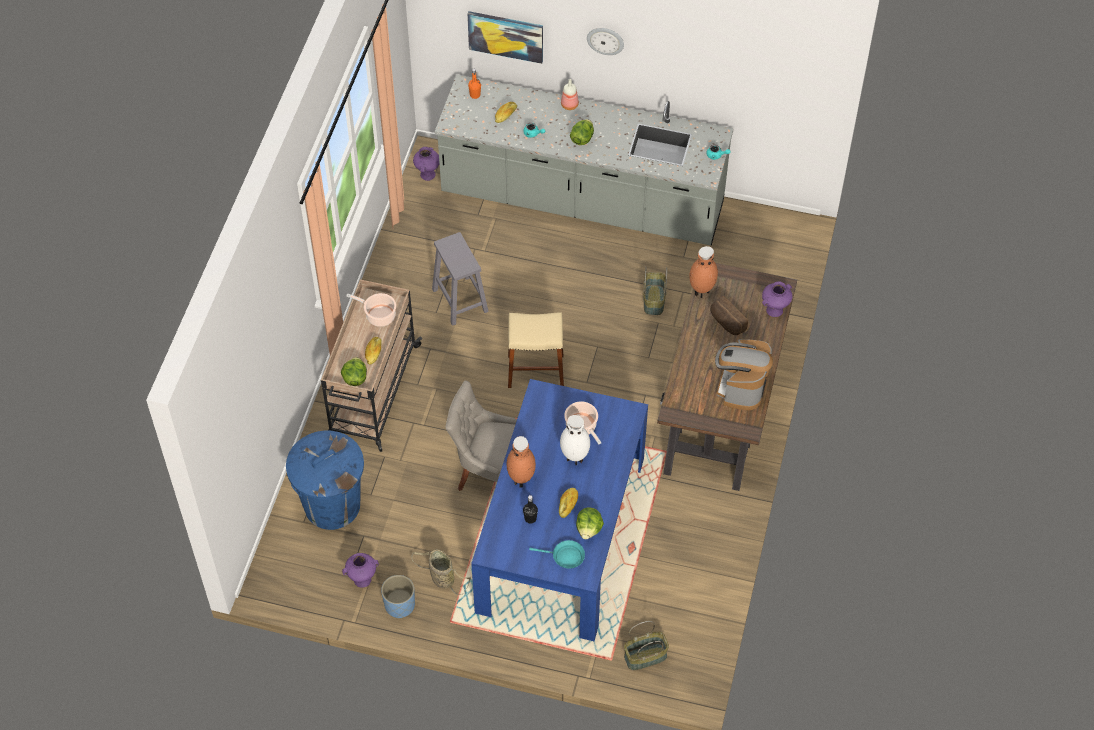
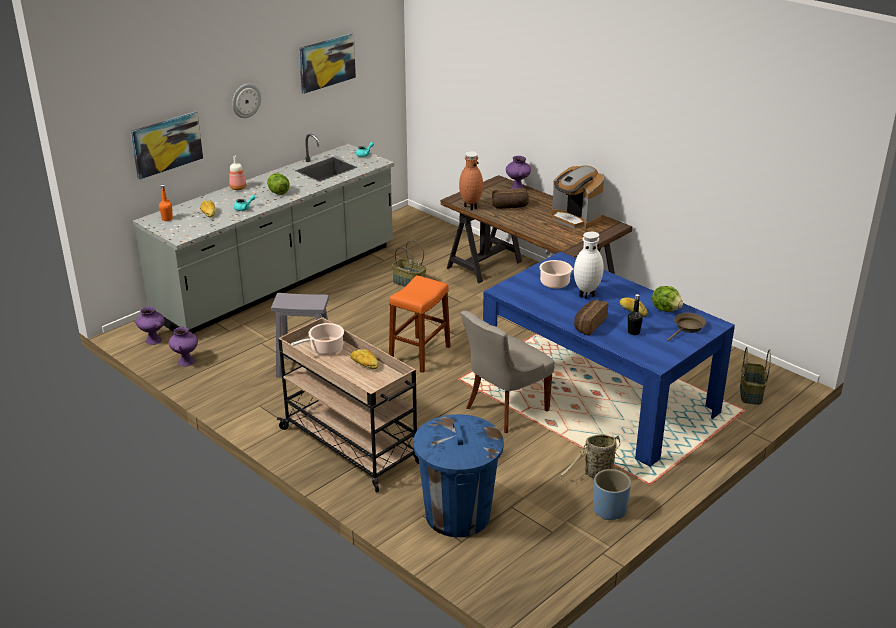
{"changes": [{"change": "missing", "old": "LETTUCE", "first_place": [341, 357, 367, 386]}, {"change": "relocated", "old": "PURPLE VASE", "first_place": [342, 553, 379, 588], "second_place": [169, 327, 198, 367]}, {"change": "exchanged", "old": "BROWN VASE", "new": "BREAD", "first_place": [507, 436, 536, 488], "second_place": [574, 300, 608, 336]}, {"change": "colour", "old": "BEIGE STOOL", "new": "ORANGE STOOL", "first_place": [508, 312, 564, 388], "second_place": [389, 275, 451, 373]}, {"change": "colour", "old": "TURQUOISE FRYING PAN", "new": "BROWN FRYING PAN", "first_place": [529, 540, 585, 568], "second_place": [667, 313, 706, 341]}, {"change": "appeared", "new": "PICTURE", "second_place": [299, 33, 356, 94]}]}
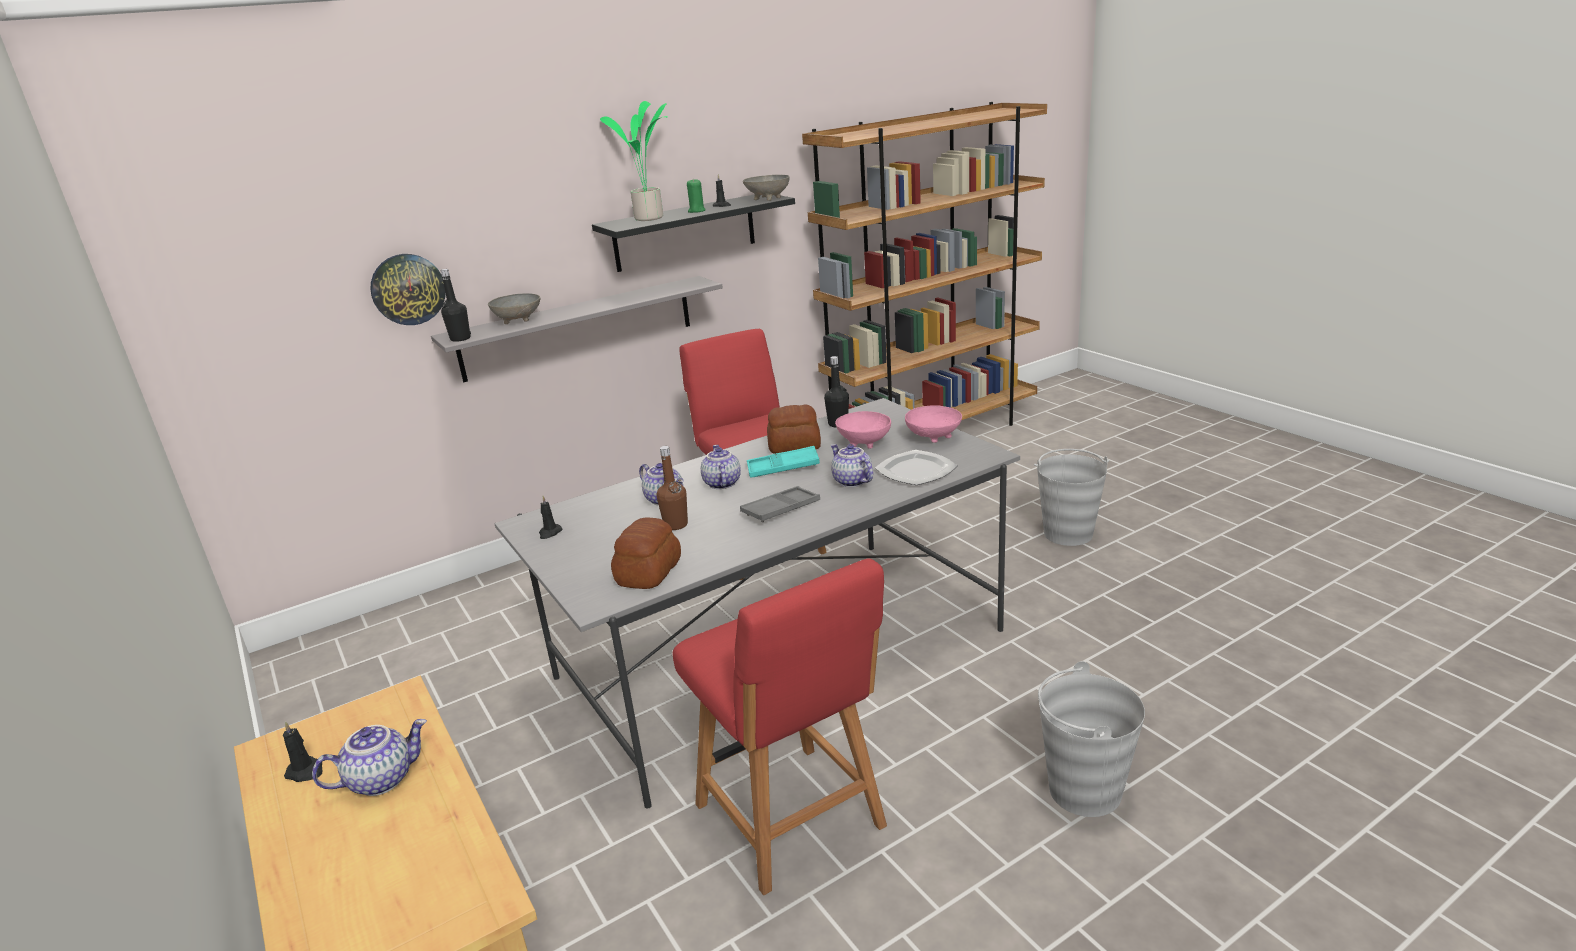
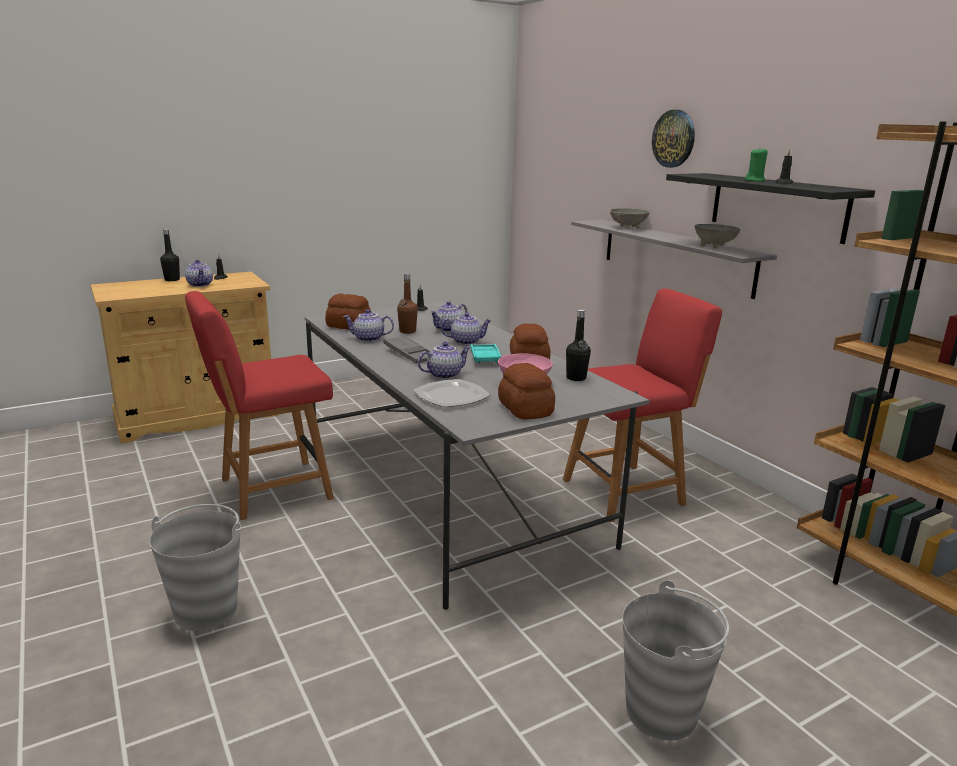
{"changes": [{"change": "relocated", "old": "WALL CLOCK", "first_place": [370, 254, 446, 325], "second_place": [652, 110, 695, 168]}, {"change": "relocated", "old": "BLACK BOTTLE", "first_place": [440, 269, 471, 342], "second_place": [160, 229, 180, 281]}, {"change": "missing", "old": "POTTED PLANT", "first_place": [600, 101, 668, 221]}, {"change": "relocated", "old": "GREY BOWL", "first_place": [743, 175, 790, 201], "second_place": [695, 224, 740, 248]}, {"change": "exchanged", "old": "PINK BOWL", "new": "BREAD", "first_place": [905, 405, 962, 443], "second_place": [498, 363, 555, 419]}, {"change": "appeared", "new": "TEAPOT", "second_place": [343, 309, 394, 342]}]}
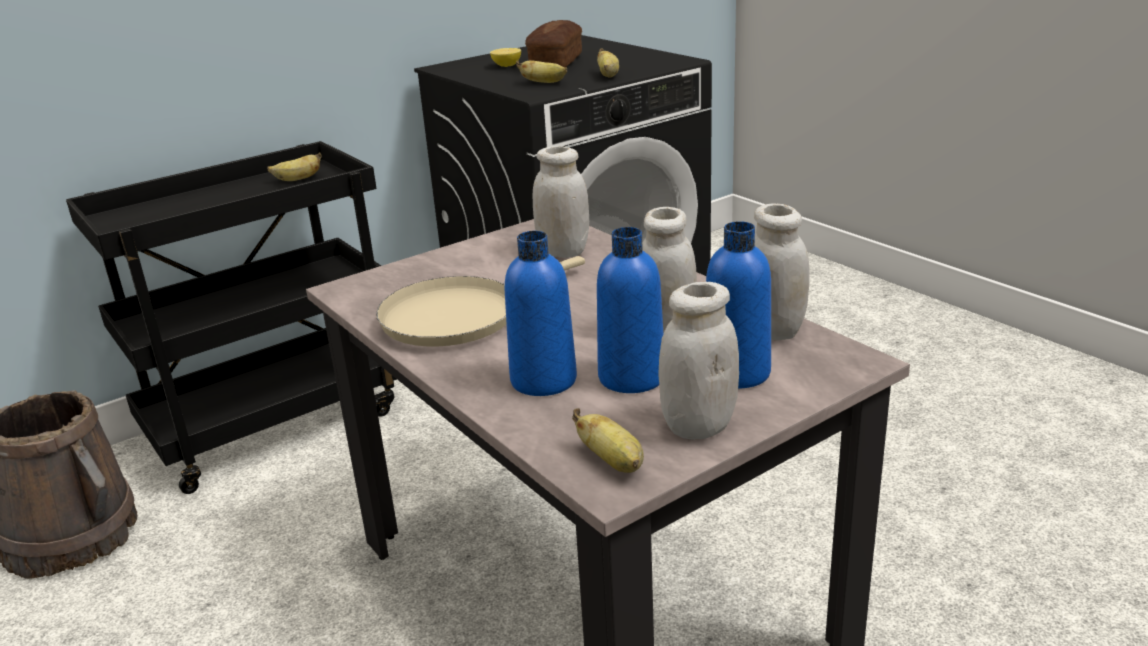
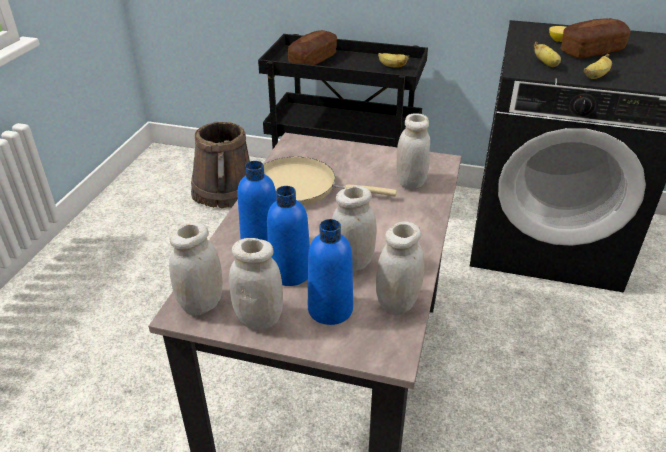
{"changes": [{"change": "exchanged", "old": "BANANA", "new": "WHITE JAR", "first_place": [572, 408, 644, 473], "second_place": [169, 222, 223, 316]}, {"change": "appeared", "new": "BREAD", "second_place": [288, 30, 337, 65]}]}
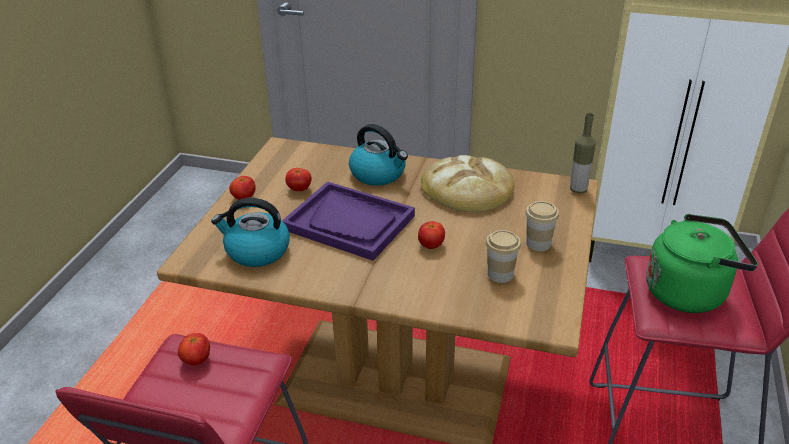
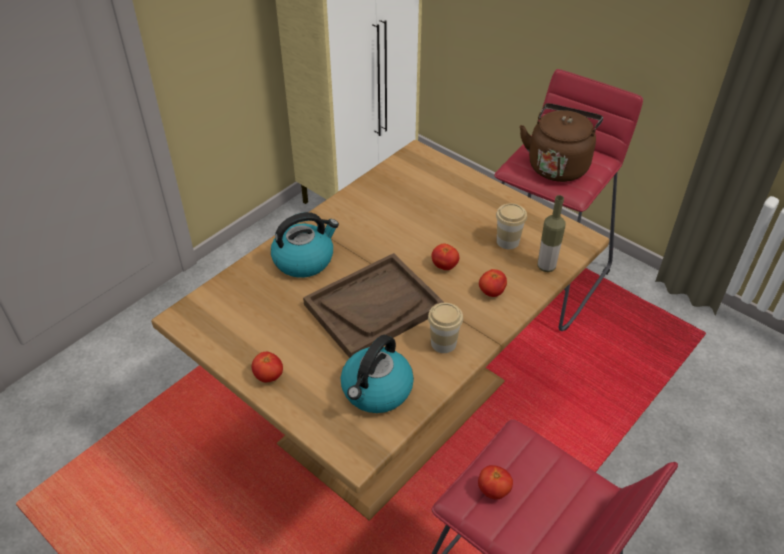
{"changes": [{"change": "colour", "old": "PURPLE TRAY", "new": "BROWN TRAY", "first_place": [282, 181, 415, 261], "second_place": [303, 253, 445, 358]}, {"change": "relocated", "old": "TOMATO", "first_place": [285, 168, 312, 191], "second_place": [479, 269, 507, 297]}, {"change": "missing", "old": "BREAD", "first_place": [421, 155, 514, 212]}, {"change": "relocated", "old": "CUP", "first_place": [525, 201, 559, 251], "second_place": [428, 303, 463, 353]}, {"change": "relocated", "old": "BOTTLE", "first_place": [570, 113, 596, 194], "second_place": [537, 195, 566, 272]}, {"change": "colour", "old": "GREEN KETTLE", "new": "BROWN KETTLE", "first_place": [646, 214, 758, 313], "second_place": [520, 103, 603, 182]}]}
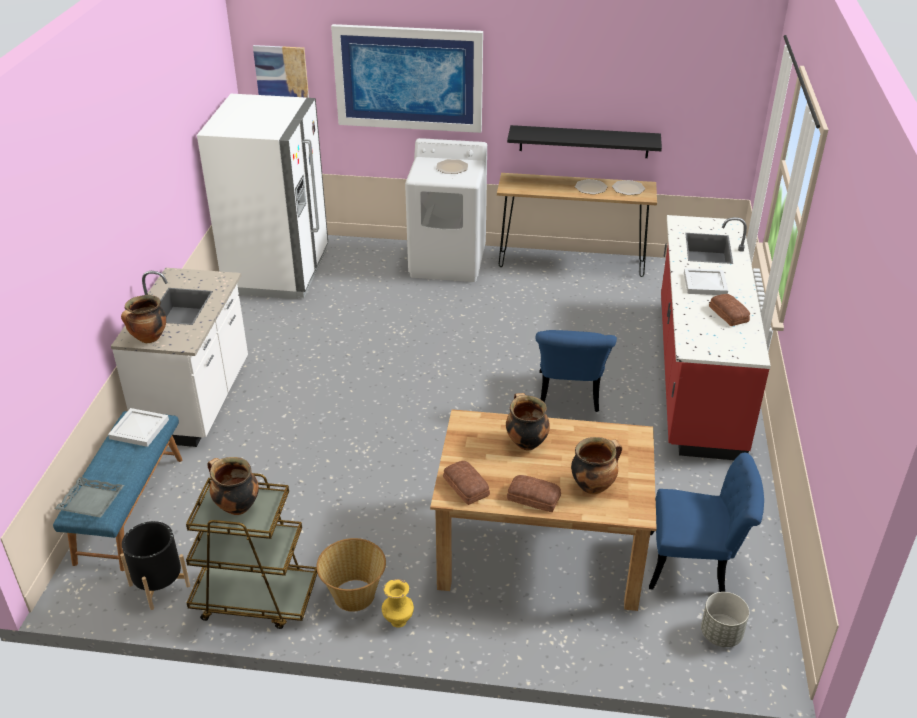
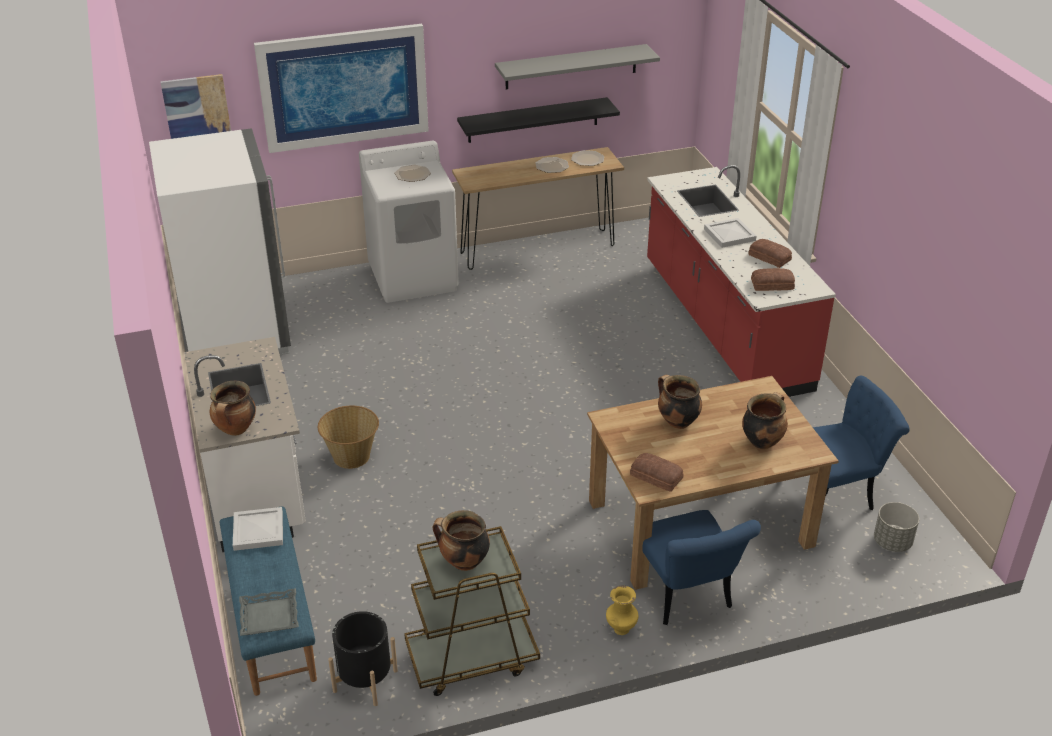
{"changes": [{"change": "relocated", "old": "BASKET", "first_place": [316, 538, 386, 612], "second_place": [318, 406, 379, 469]}, {"change": "relocated", "old": "BREAD", "first_place": [507, 475, 561, 512], "second_place": [751, 268, 795, 291]}, {"change": "relocated", "old": "BLUE CHAIR", "first_place": [536, 330, 617, 412], "second_place": [643, 510, 761, 625]}, {"change": "appeared", "new": "GREY SHELF", "second_place": [495, 44, 660, 89]}]}
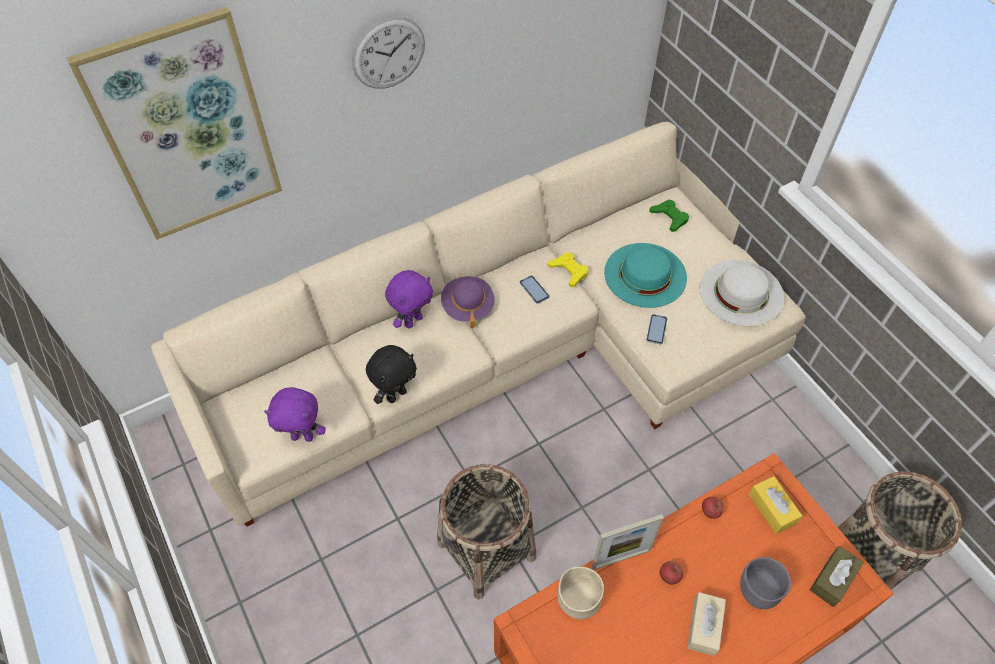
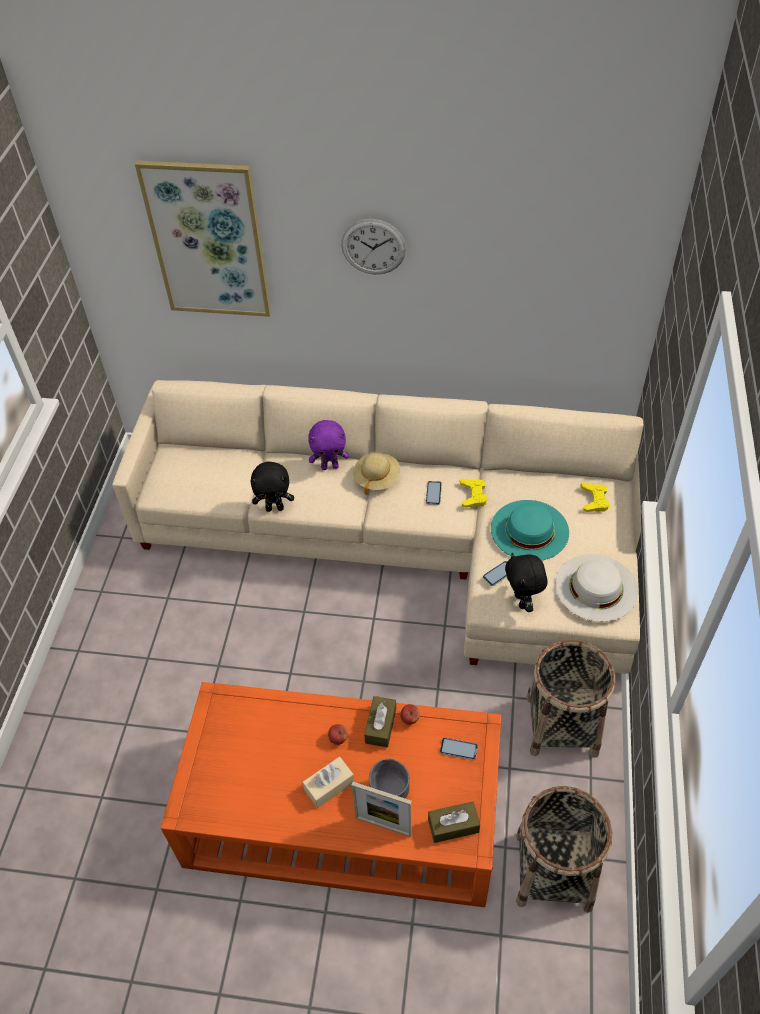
{"changes": [{"change": "missing", "old": "PURPLE PLUSH TOY", "first_place": [264, 387, 326, 442]}, {"change": "relocated", "old": "BASKET", "first_place": [437, 464, 536, 600], "second_place": [526, 639, 615, 758]}, {"change": "colour", "old": "PURPLE HAT", "new": "BEIGE HAT", "first_place": [441, 276, 495, 328], "second_place": [353, 452, 400, 495]}, {"change": "missing", "old": "BEIGE BOWL", "first_place": [557, 567, 604, 620]}, {"change": "relocated", "old": "PICTURE FRAME", "first_place": [592, 514, 664, 570], "second_place": [352, 782, 412, 837]}, {"change": "colour", "old": "GREEN GAME CONTROLLER", "new": "YELLOW GAME CONTROLLER", "first_place": [649, 199, 689, 232], "second_place": [581, 483, 610, 512]}, {"change": "exchanged", "old": "YELLOW TISSUE BOX", "new": "PHONE", "first_place": [749, 476, 802, 534], "second_place": [440, 738, 478, 760]}, {"change": "appeared", "new": "BROWN TISSUE BOX", "second_place": [364, 696, 396, 747]}, {"change": "appeared", "new": "BLACK PLUSH TOY", "second_place": [505, 553, 548, 612]}]}
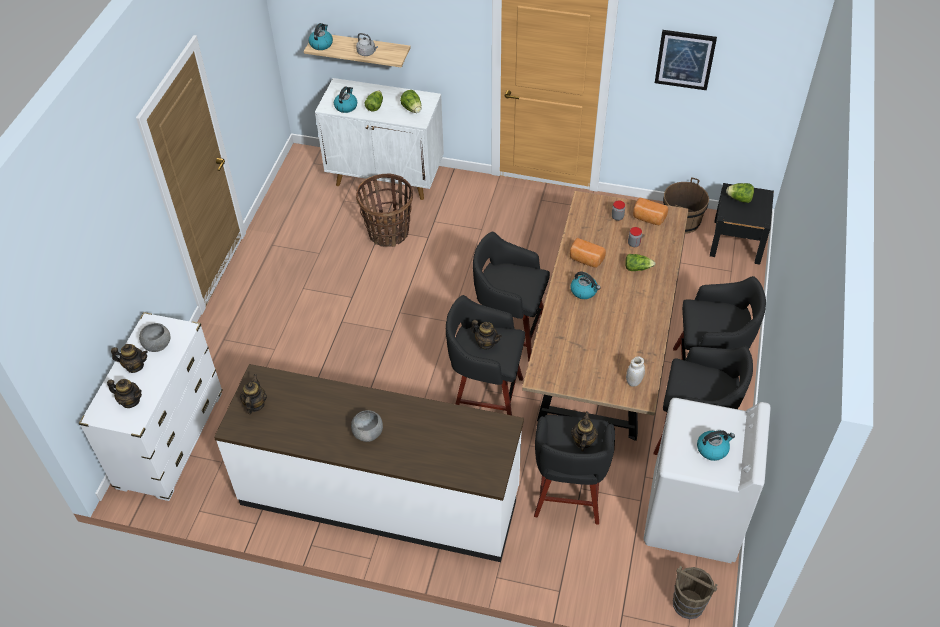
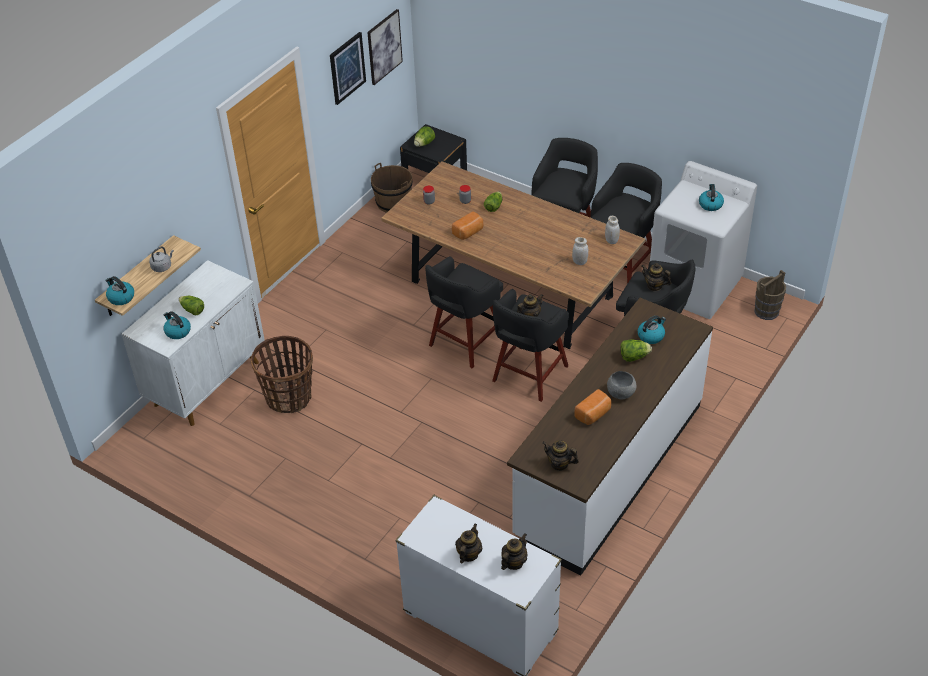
{"changes": [{"change": "missing", "old": "GREY BOWL", "first_place": [139, 323, 170, 352]}, {"change": "relocated", "old": "LETTUCE", "first_place": [400, 90, 421, 113], "second_place": [620, 339, 652, 362]}, {"change": "relocated", "old": "KETTLE", "first_place": [570, 271, 601, 299], "second_place": [638, 316, 666, 344]}, {"change": "relocated", "old": "BREAD", "first_place": [633, 197, 668, 225], "second_place": [574, 389, 611, 425]}, {"change": "appeared", "new": "PICTURE", "second_place": [367, 9, 403, 85]}, {"change": "appeared", "new": "WHITE JAR", "second_place": [572, 237, 588, 265]}]}
